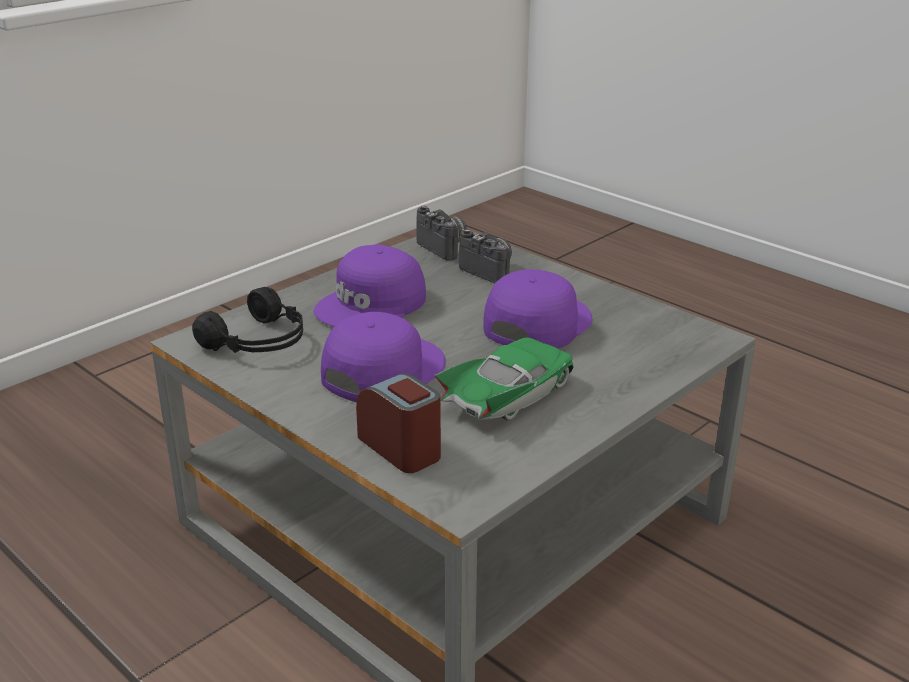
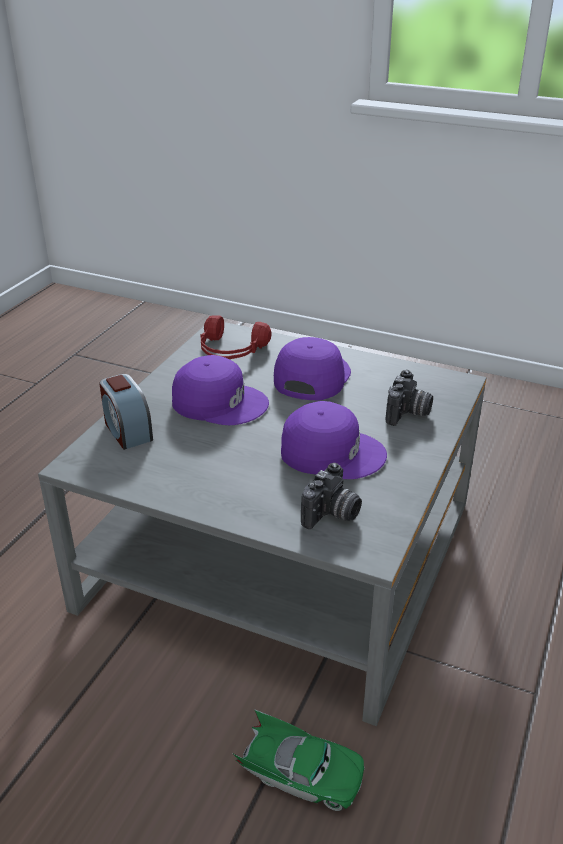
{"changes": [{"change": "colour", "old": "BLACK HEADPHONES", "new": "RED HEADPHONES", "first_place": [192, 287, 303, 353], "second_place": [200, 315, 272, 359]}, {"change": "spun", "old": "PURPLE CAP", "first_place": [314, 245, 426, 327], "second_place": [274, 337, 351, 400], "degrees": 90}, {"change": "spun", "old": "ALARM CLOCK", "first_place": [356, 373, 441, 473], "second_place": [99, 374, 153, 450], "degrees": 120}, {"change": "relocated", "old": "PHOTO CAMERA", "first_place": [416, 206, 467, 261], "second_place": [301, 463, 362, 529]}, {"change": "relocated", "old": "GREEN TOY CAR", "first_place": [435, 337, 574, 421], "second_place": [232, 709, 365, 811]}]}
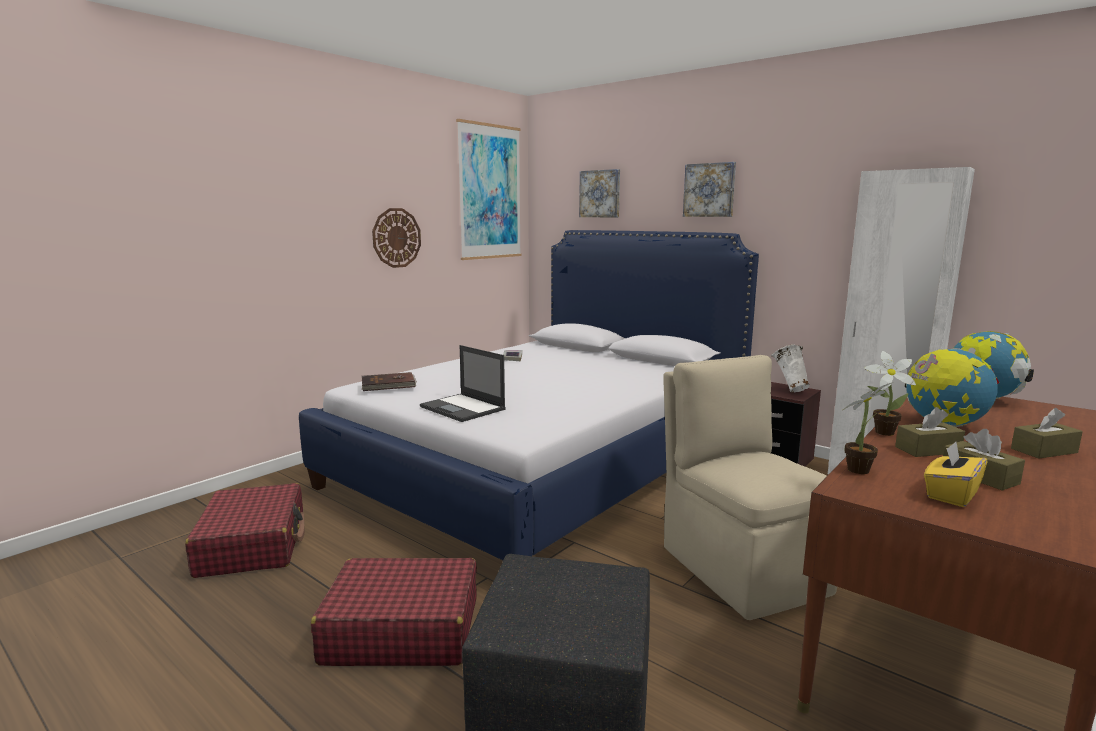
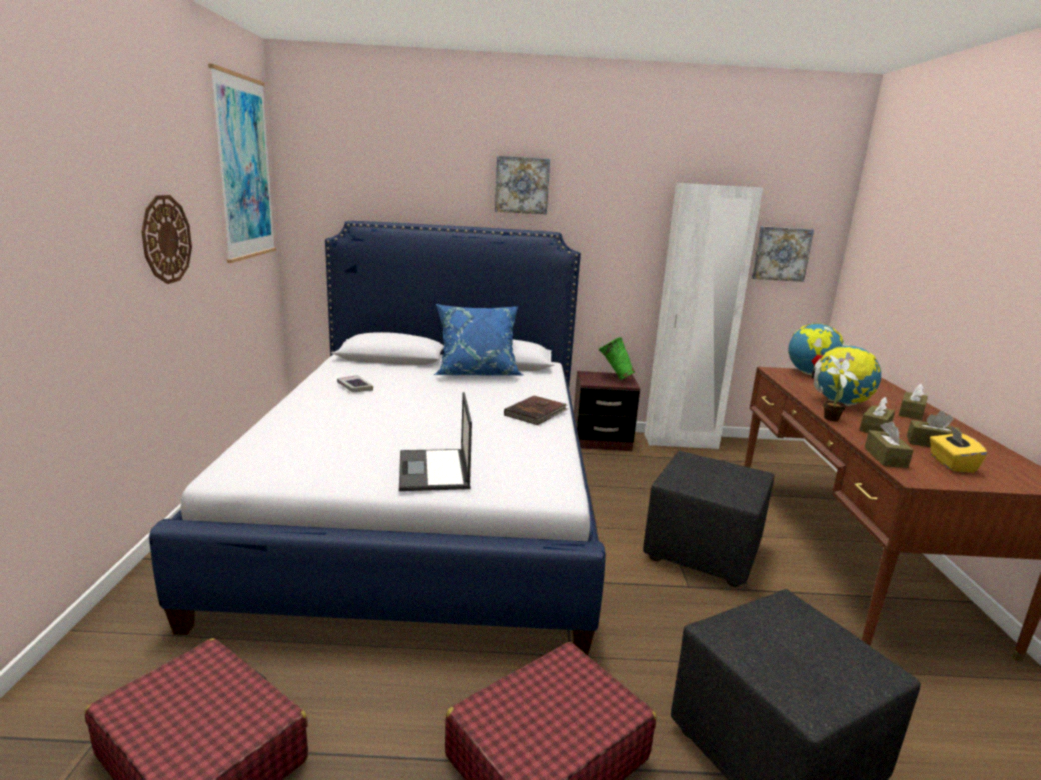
{"changes": [{"change": "relocated", "old": "BROWN BOOK", "first_place": [362, 372, 417, 391], "second_place": [504, 395, 568, 425]}, {"change": "spun", "old": "LAPTOP", "first_place": [420, 345, 506, 422], "second_place": [399, 392, 472, 491], "degrees": 75}, {"change": "relocated", "old": "PICTURE", "first_place": [579, 169, 620, 217], "second_place": [752, 226, 814, 282]}, {"change": "exchanged", "old": "BEIGE CHAIR", "new": "BLACK OTTOMAN", "first_place": [663, 355, 837, 620], "second_place": [643, 451, 774, 587]}, {"change": "colour", "old": "WHITE VASE", "new": "GREEN VASE", "first_place": [771, 345, 810, 393], "second_place": [599, 337, 635, 381]}, {"change": "exchanged", "old": "POTTED PLANT", "new": "BROWN TISSUE BOX", "first_place": [843, 382, 893, 474], "second_place": [865, 421, 914, 468]}, {"change": "appeared", "new": "BLUE PILLOW", "second_place": [434, 304, 523, 376]}]}
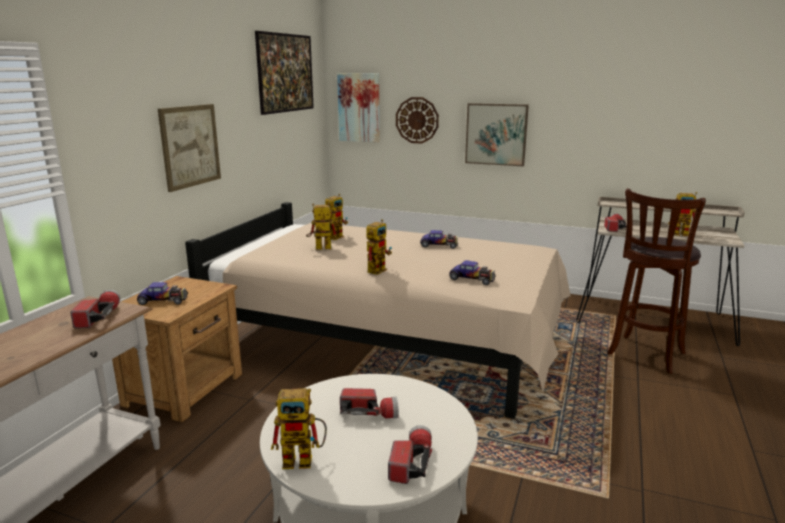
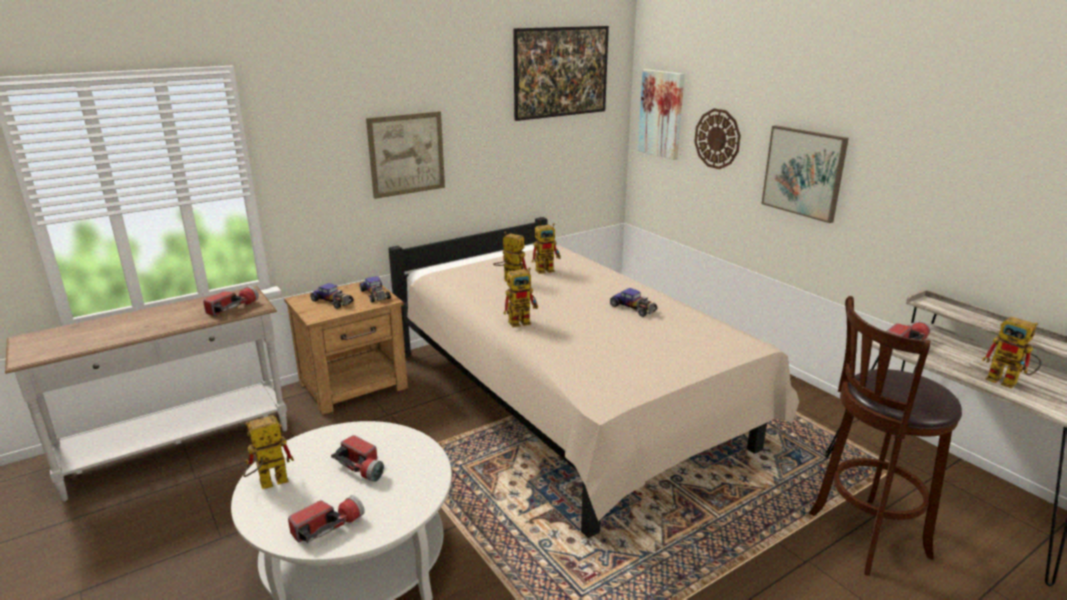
{"changes": [{"change": "spun", "old": "TOY ROBOT", "first_place": [271, 388, 327, 469], "second_place": [243, 416, 294, 489], "degrees": 120}, {"change": "relocated", "old": "TOY CAR", "first_place": [449, 260, 495, 285], "second_place": [360, 276, 391, 303]}]}
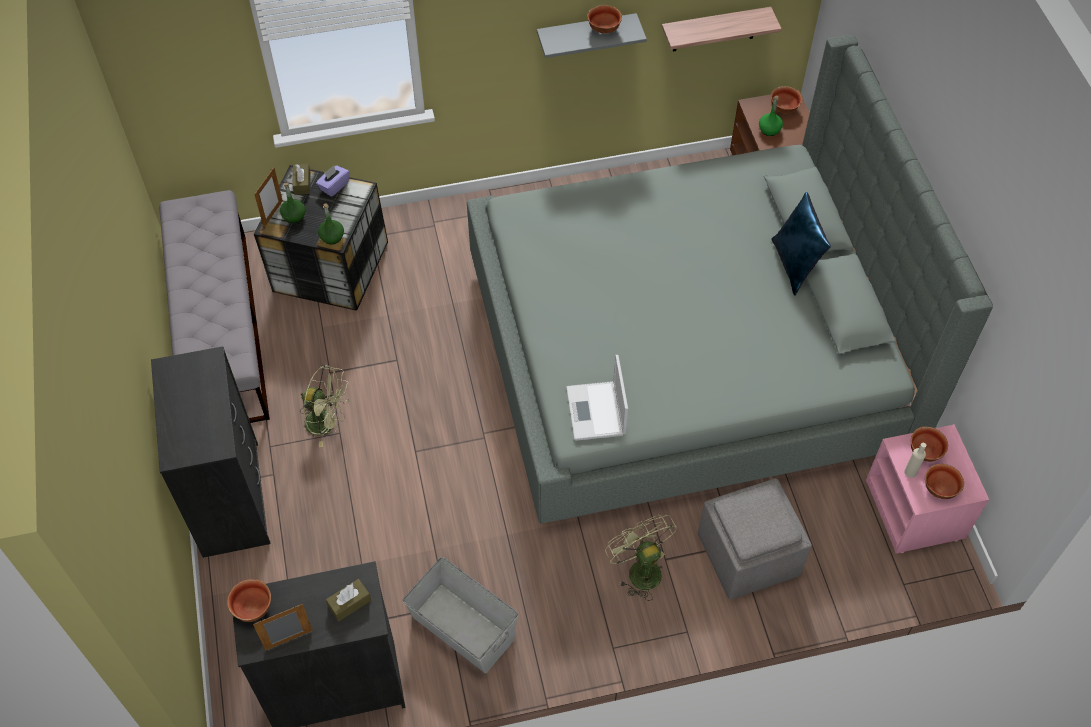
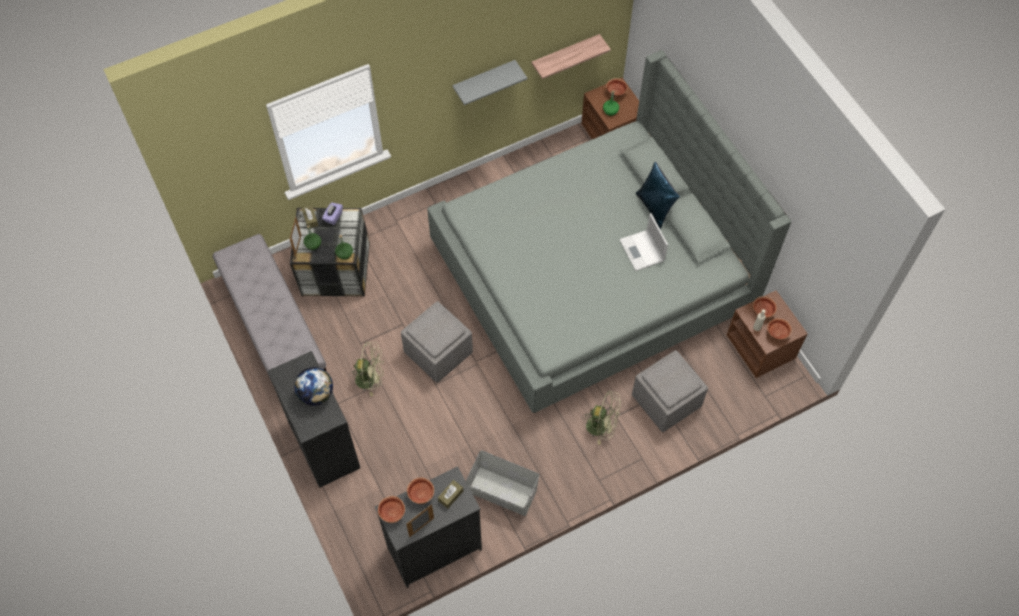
{"changes": [{"change": "relocated", "old": "LAPTOP", "first_place": [566, 355, 628, 441], "second_place": [619, 213, 668, 271]}, {"change": "relocated", "old": "BOWL", "first_place": [587, 5, 622, 34], "second_place": [407, 478, 434, 504]}, {"change": "spun", "old": "GREEN FAN", "first_place": [605, 515, 677, 601], "second_place": [582, 391, 621, 445], "degrees": 150}, {"change": "colour", "old": "PINK NIGHTSTAND", "new": "BROWN NIGHTSTAND", "first_place": [866, 425, 989, 553], "second_place": [727, 290, 808, 378]}, {"change": "appeared", "new": "GLOBE", "second_place": [294, 367, 333, 406]}, {"change": "appeared", "new": "GREY OTTOMAN", "second_place": [401, 301, 473, 383]}]}
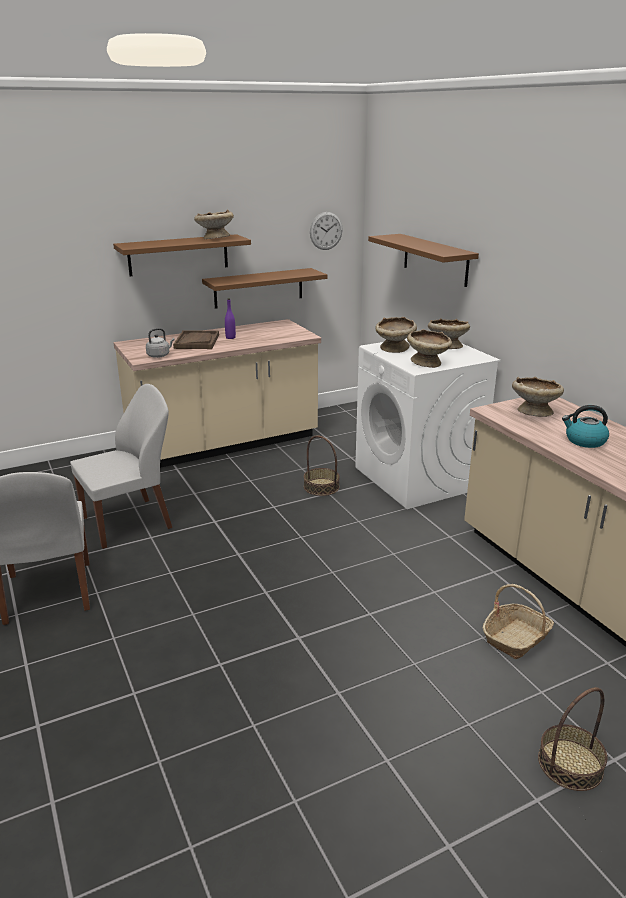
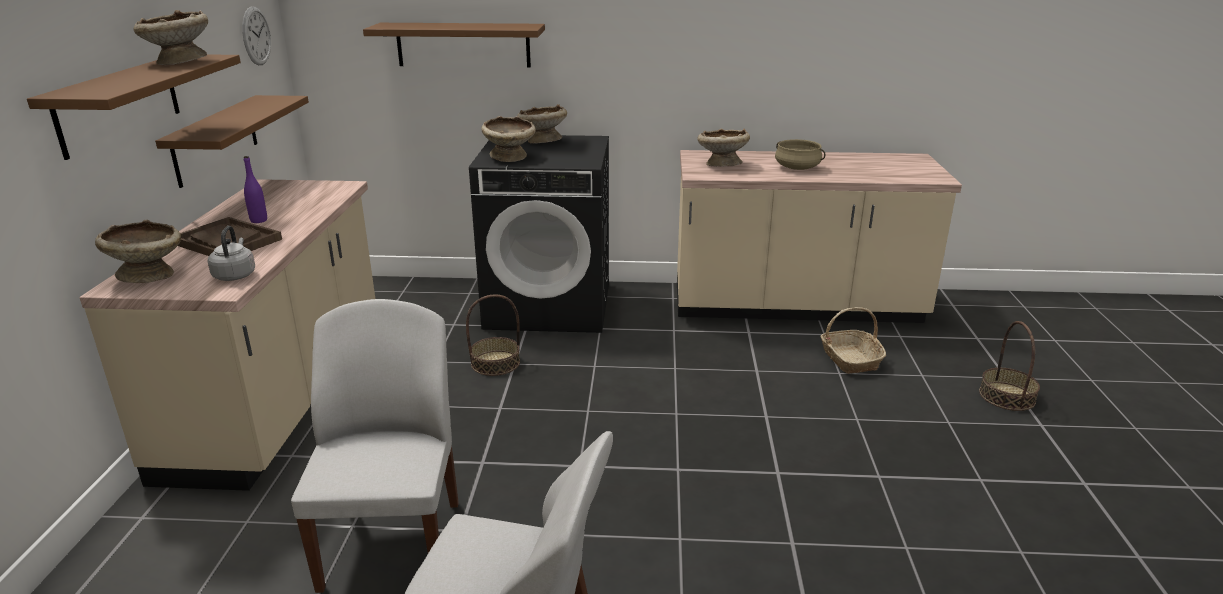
{"changes": [{"change": "colour", "old": "WHITE WASHING MACHINE", "new": "BLACK WASHING MACHINE", "first_place": [355, 338, 501, 509], "second_place": [469, 135, 609, 333]}, {"change": "relocated", "old": "BEIGE BOWL", "first_place": [407, 329, 452, 368], "second_place": [95, 219, 181, 283]}, {"change": "exchanged", "old": "KETTLE", "new": "BEIGE COOKING POT", "first_place": [562, 405, 609, 448], "second_place": [775, 139, 825, 170]}]}
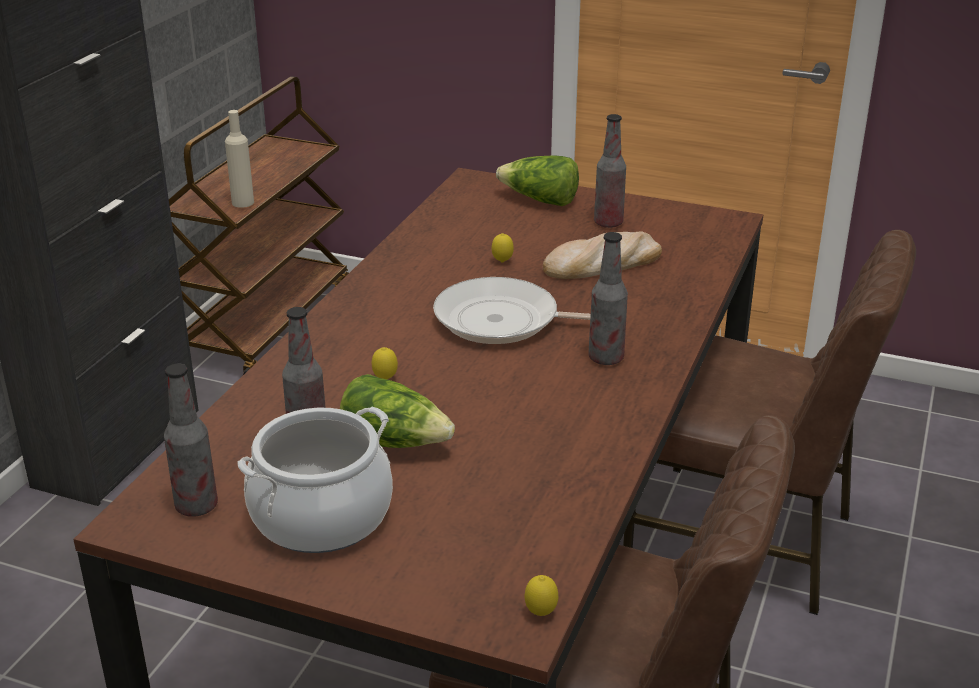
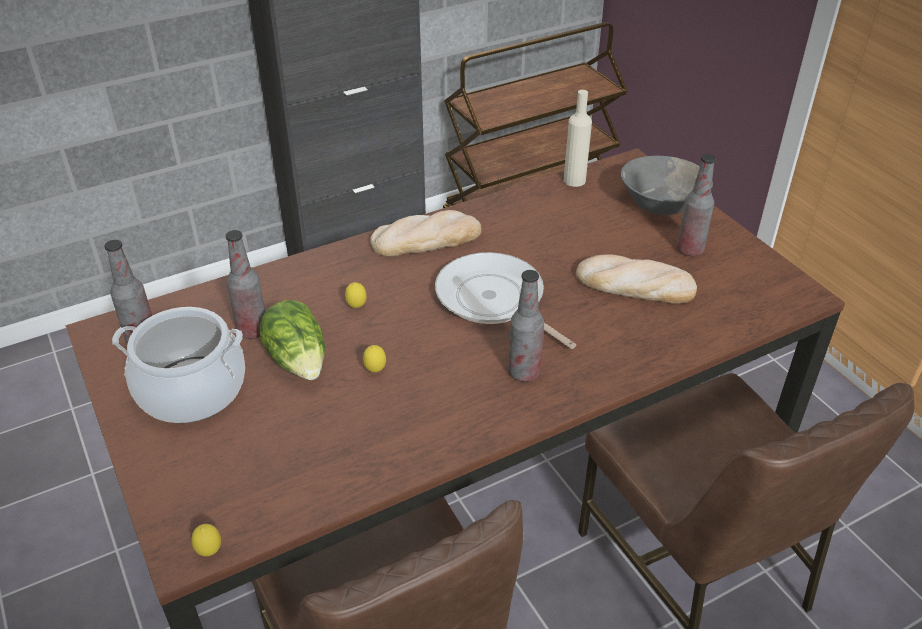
{"changes": [{"change": "relocated", "old": "BEIGE BOTTLE", "first_place": [225, 110, 254, 208], "second_place": [564, 90, 592, 187]}, {"change": "relocated", "old": "LEMON", "first_place": [491, 233, 514, 262], "second_place": [363, 345, 386, 372]}, {"change": "exchanged", "old": "LETTUCE", "new": "GREY BOWL", "first_place": [496, 155, 579, 206], "second_place": [621, 156, 713, 215]}, {"change": "appeared", "new": "BREAD", "second_place": [370, 210, 482, 256]}]}
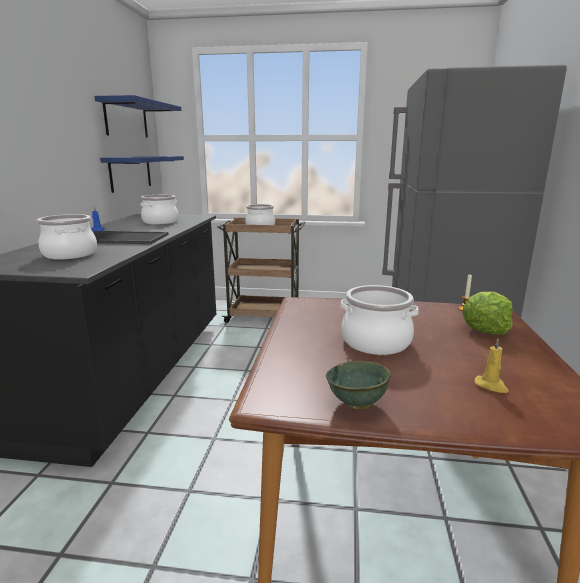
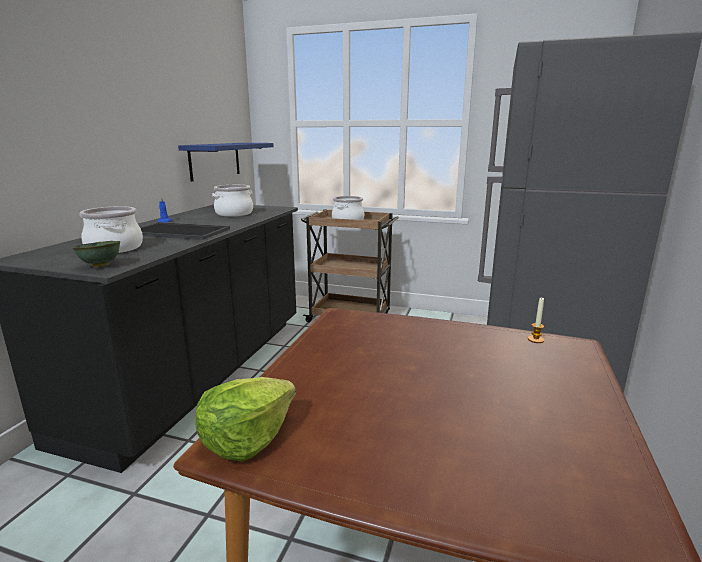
{"changes": [{"change": "missing", "old": "BLUE SHELF", "first_place": [94, 95, 181, 138]}, {"change": "relocated", "old": "GREEN BOWL", "first_place": [326, 361, 391, 410], "second_place": [72, 241, 120, 267]}, {"change": "missing", "old": "COOKING POT", "first_place": [340, 285, 418, 355]}, {"change": "relocated", "old": "LETTUCE", "first_place": [462, 292, 513, 335], "second_place": [195, 377, 296, 462]}, {"change": "missing", "old": "YELLOW CANDLE", "first_place": [474, 338, 509, 393]}]}
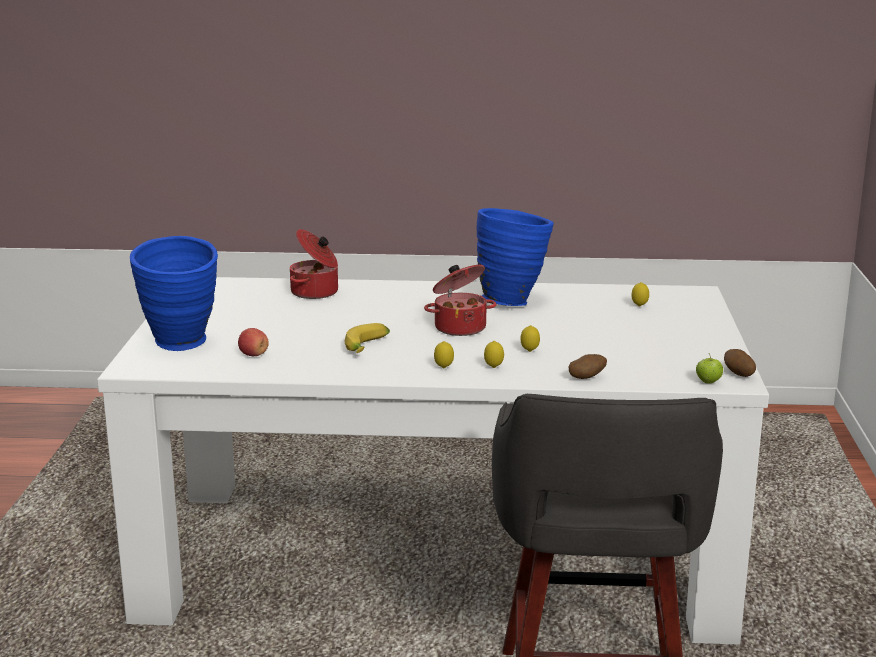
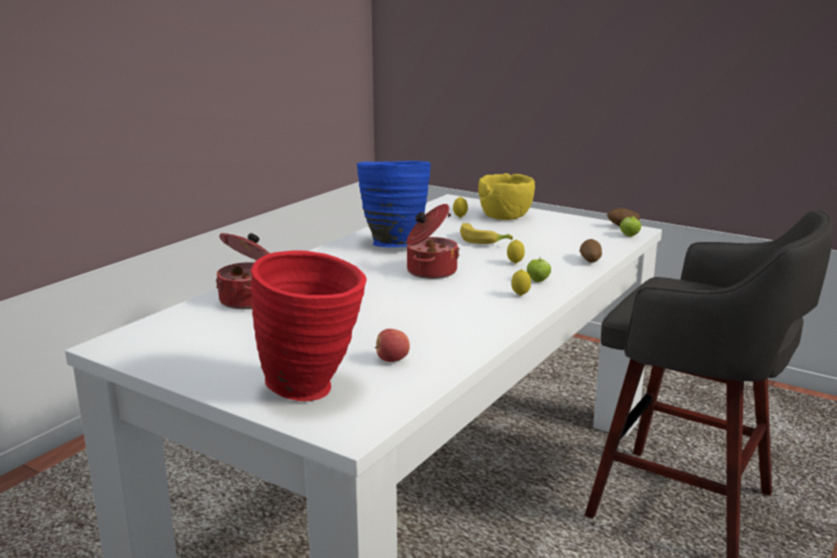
{"changes": [{"change": "colour", "old": "BLUE VASE", "new": "RED VASE", "first_place": [130, 236, 218, 351], "second_place": [251, 251, 367, 401]}, {"change": "relocated", "old": "BANANA", "first_place": [344, 323, 390, 353], "second_place": [460, 223, 513, 244]}, {"change": "exchanged", "old": "LEMON", "new": "APPLE", "first_place": [484, 341, 504, 368], "second_place": [526, 257, 551, 282]}, {"change": "appeared", "new": "YELLOW BOWL", "second_place": [478, 173, 535, 220]}]}
